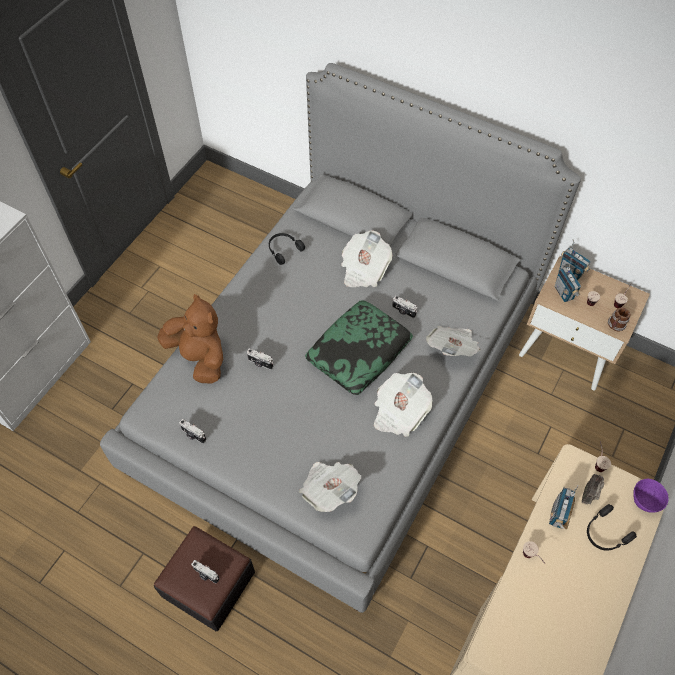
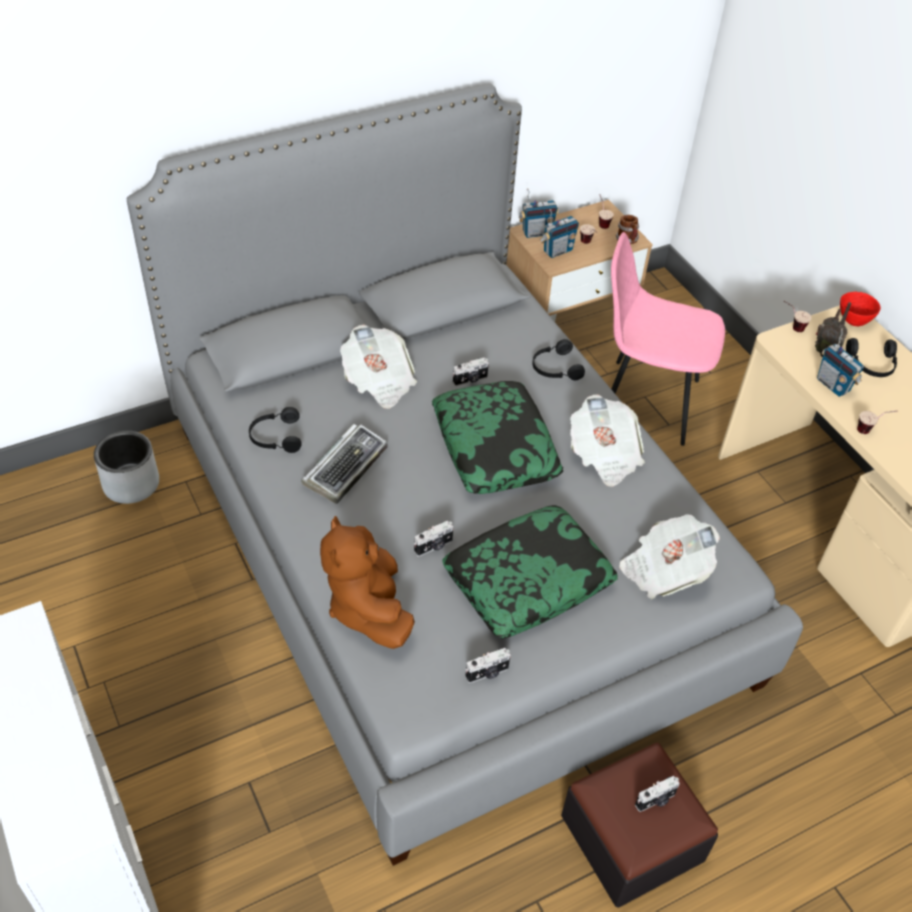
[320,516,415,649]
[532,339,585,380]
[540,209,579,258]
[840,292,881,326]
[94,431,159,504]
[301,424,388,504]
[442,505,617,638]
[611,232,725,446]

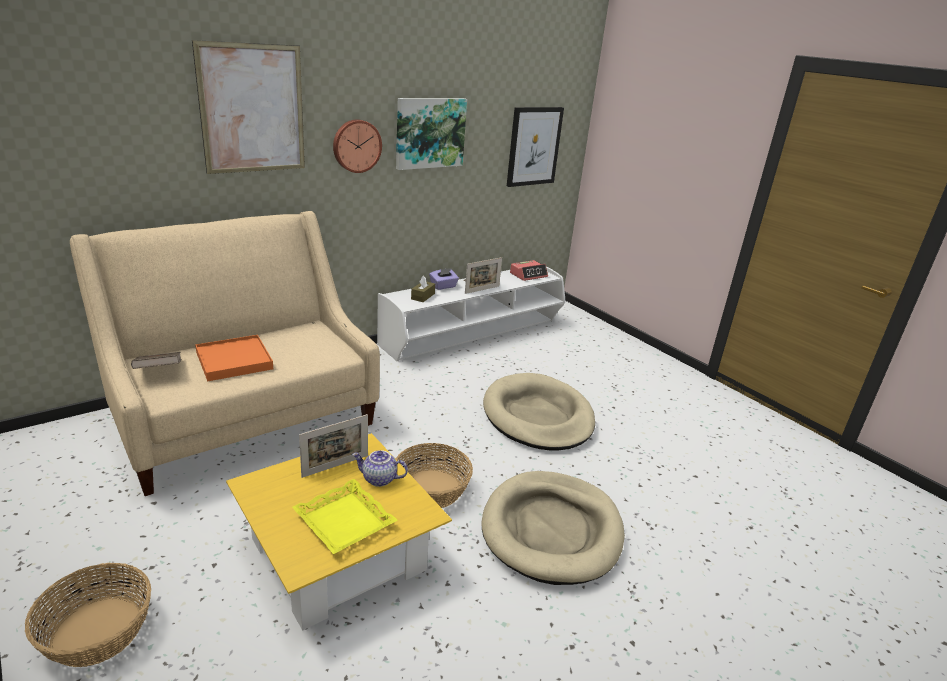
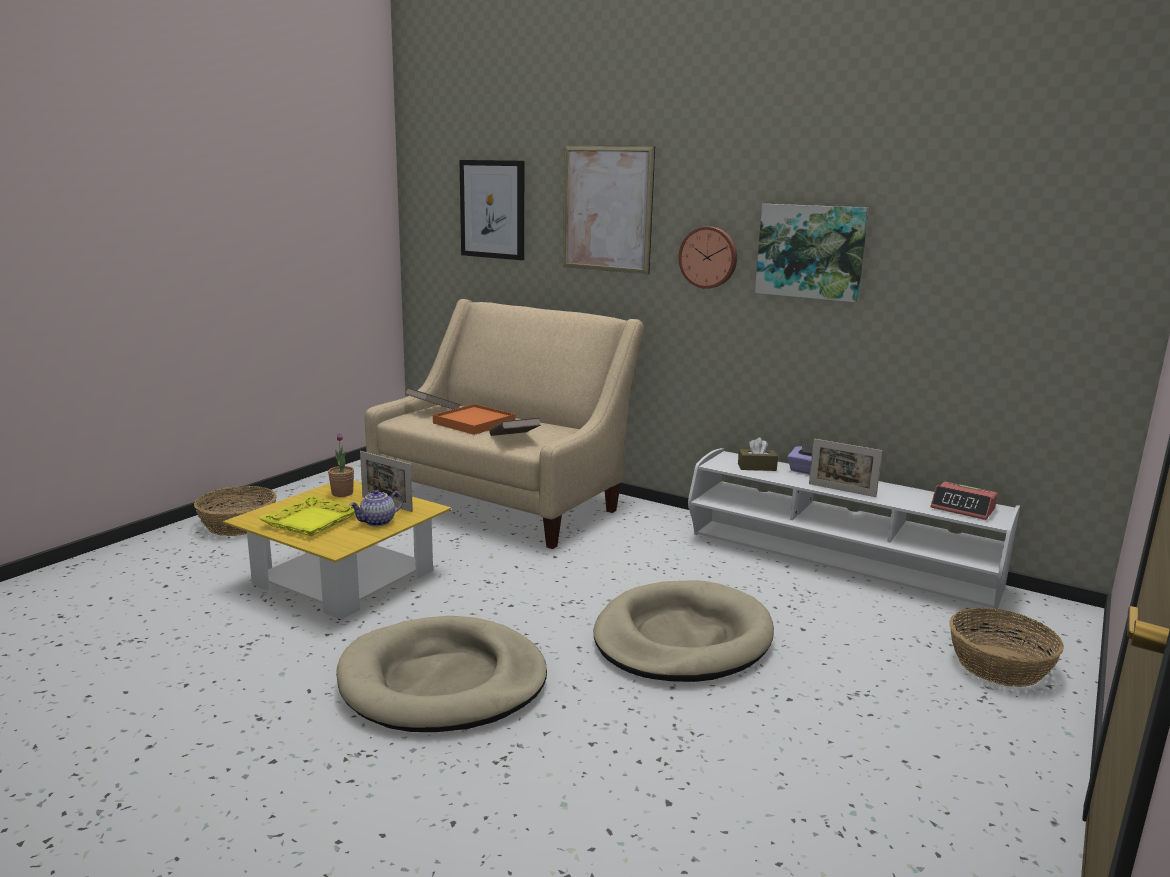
[350,490,403,526]
[949,608,1064,687]
[460,160,524,260]
[328,433,354,497]
[489,418,541,436]

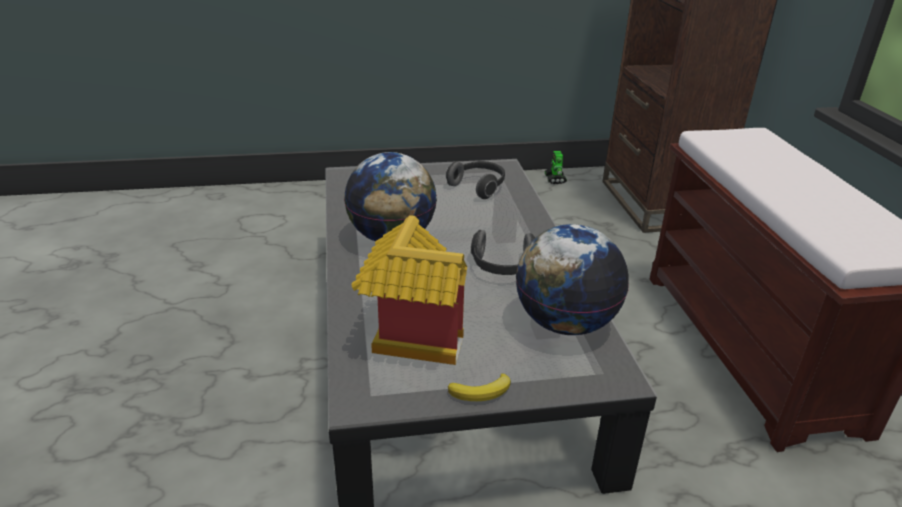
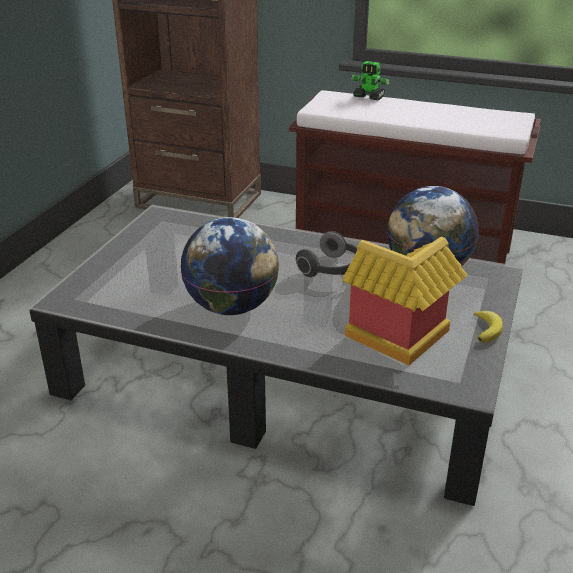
[446,161,505,199] (first image)
[350,61,391,100]

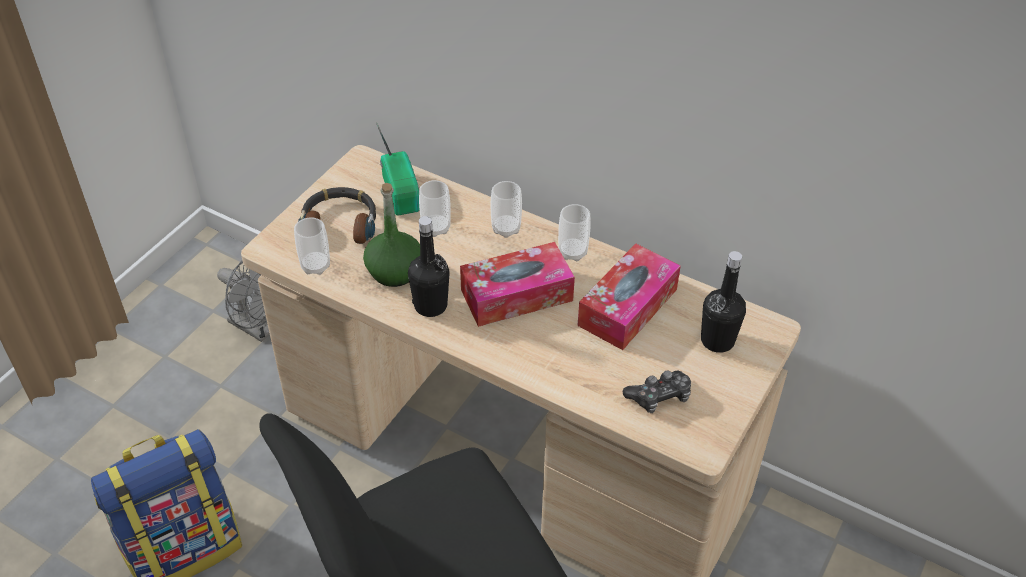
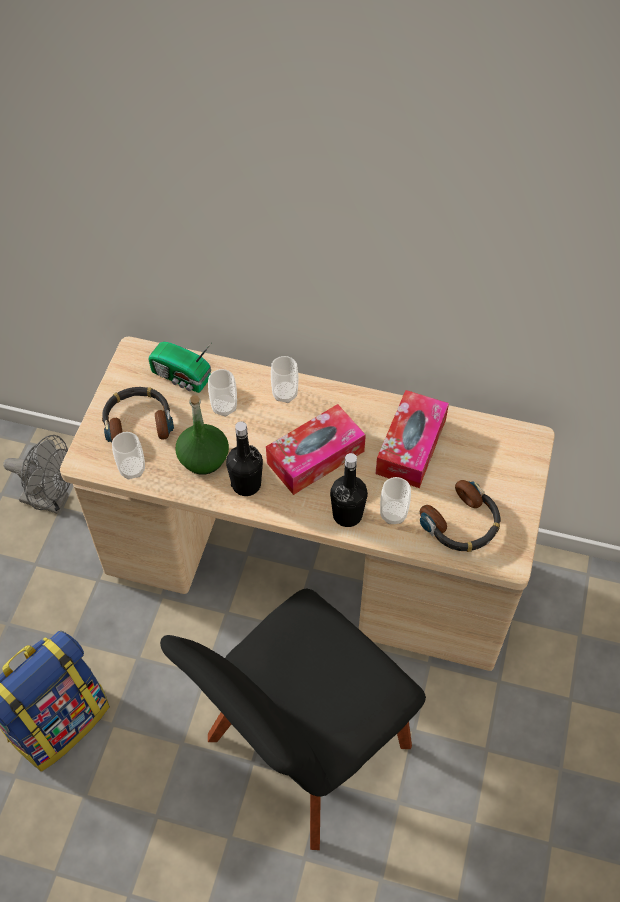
[148,342,212,393]
[380,477,411,524]
[420,480,501,552]
[330,453,368,527]

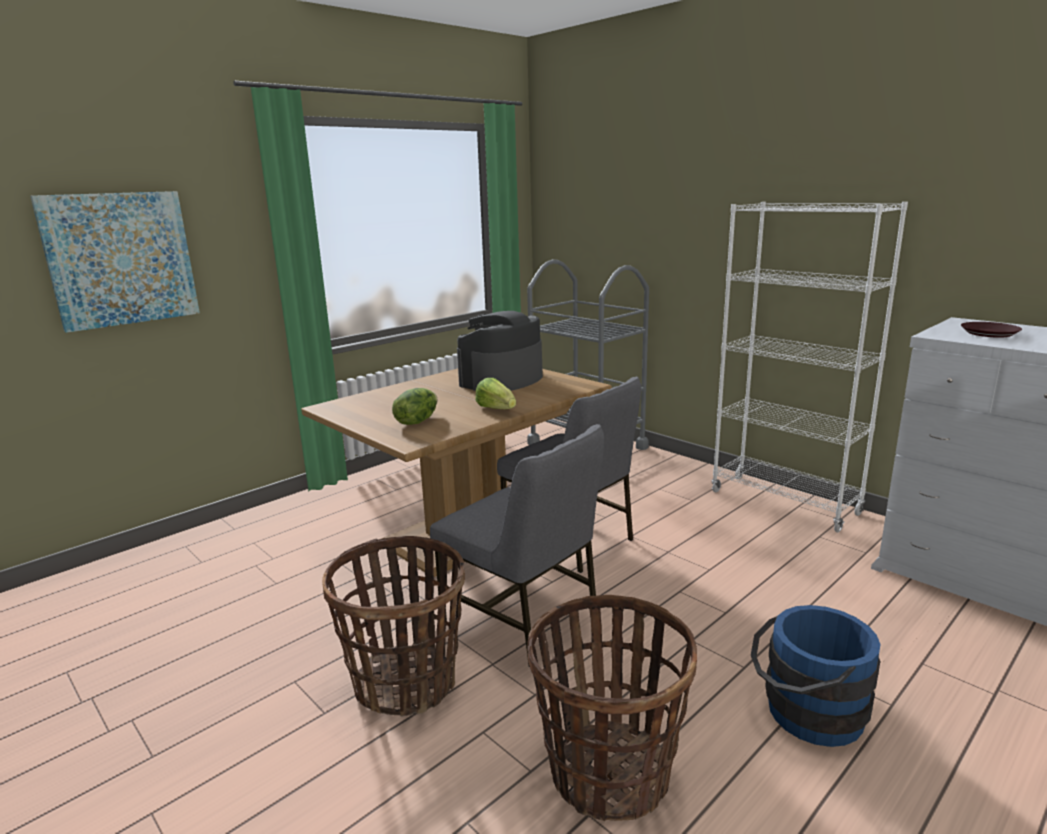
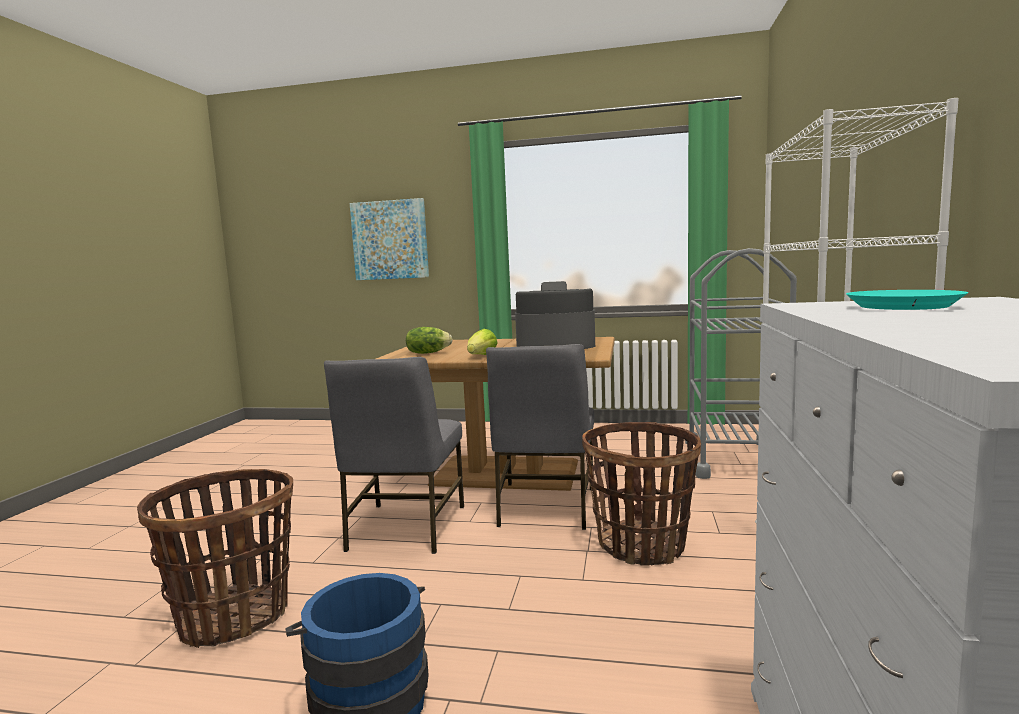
[582,422,701,566]
[846,290,968,310]

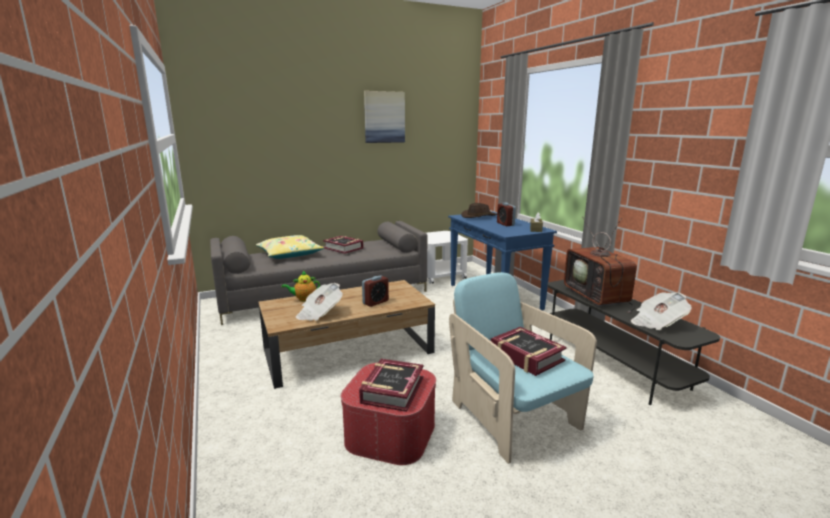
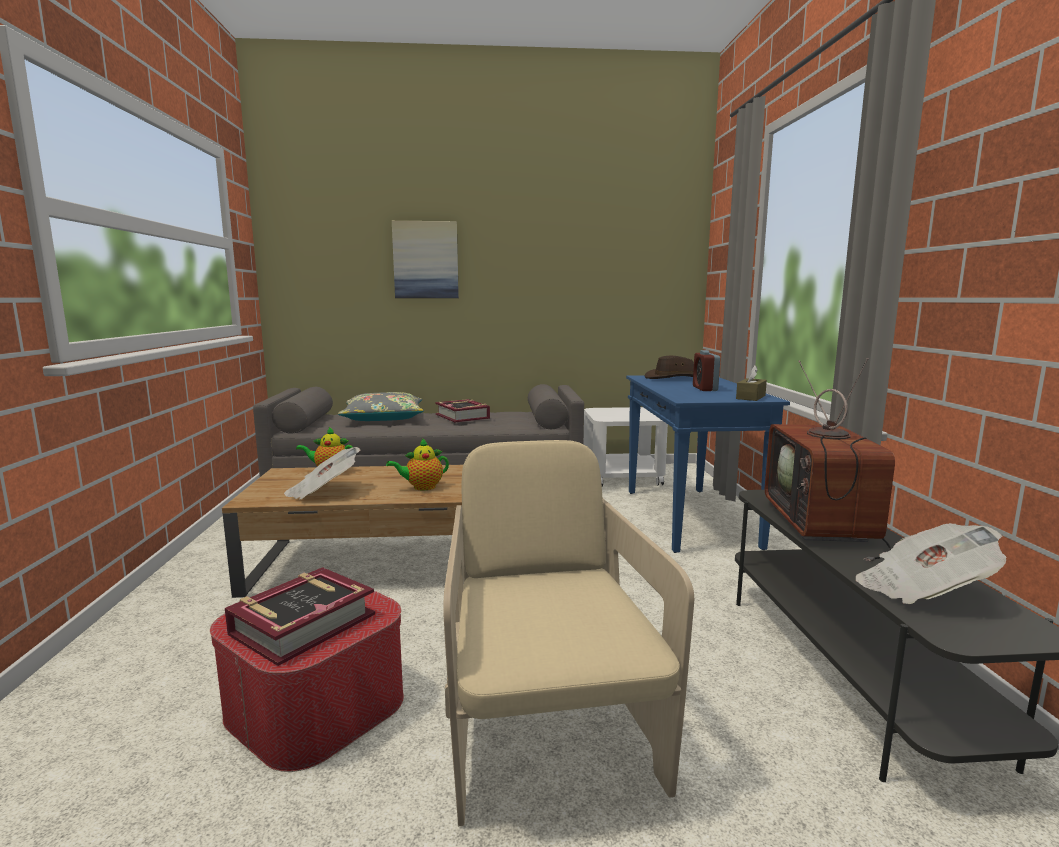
[338,392,424,421]
[386,438,449,491]
[392,221,459,298]
[443,440,694,826]
[491,327,567,376] (first image)

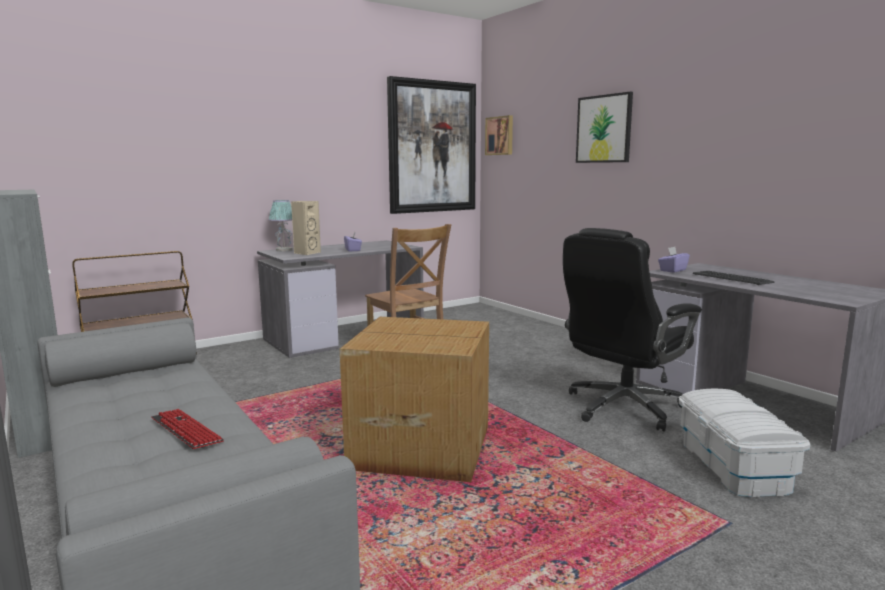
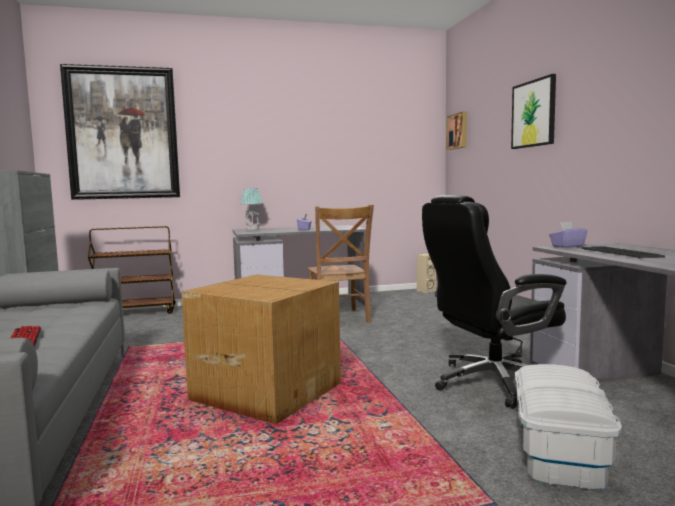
[417,253,436,293]
[60,64,180,200]

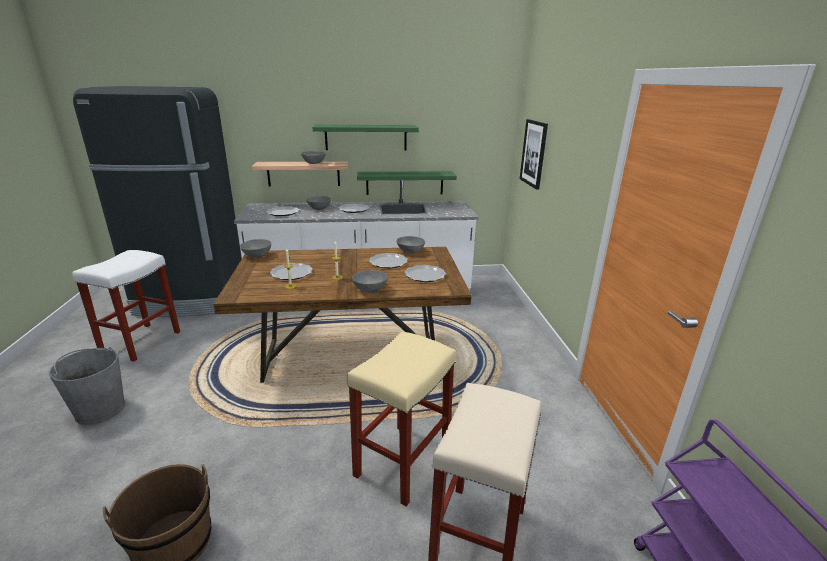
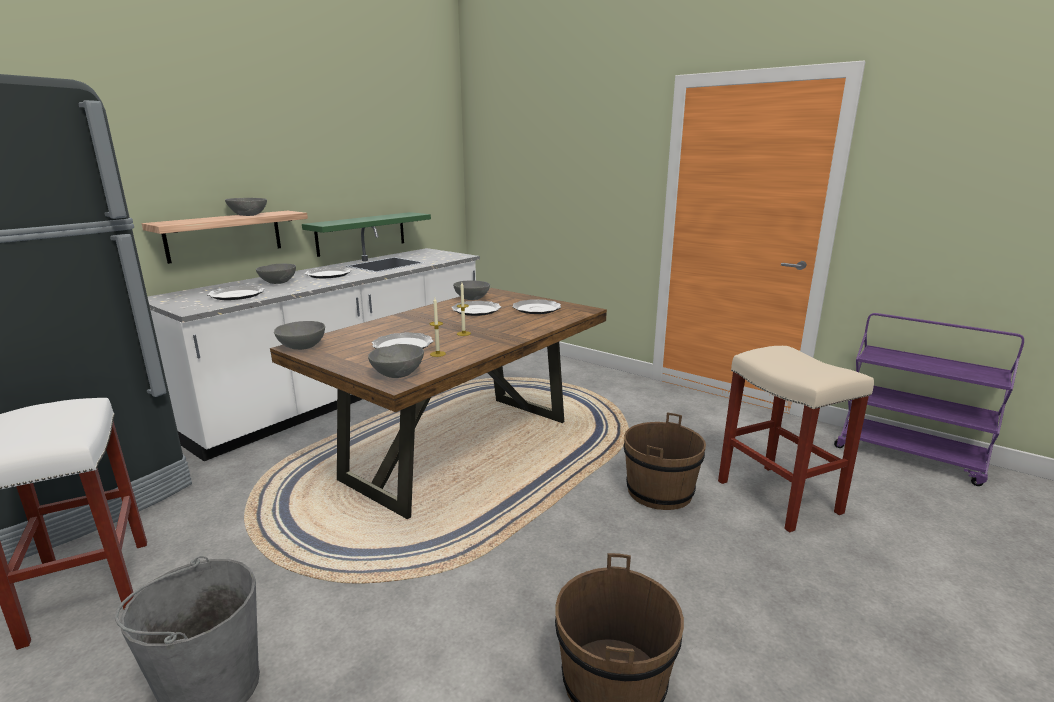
[313,124,419,150] (first image)
[624,413,706,510]
[368,344,424,378]
[520,119,548,190] (first image)

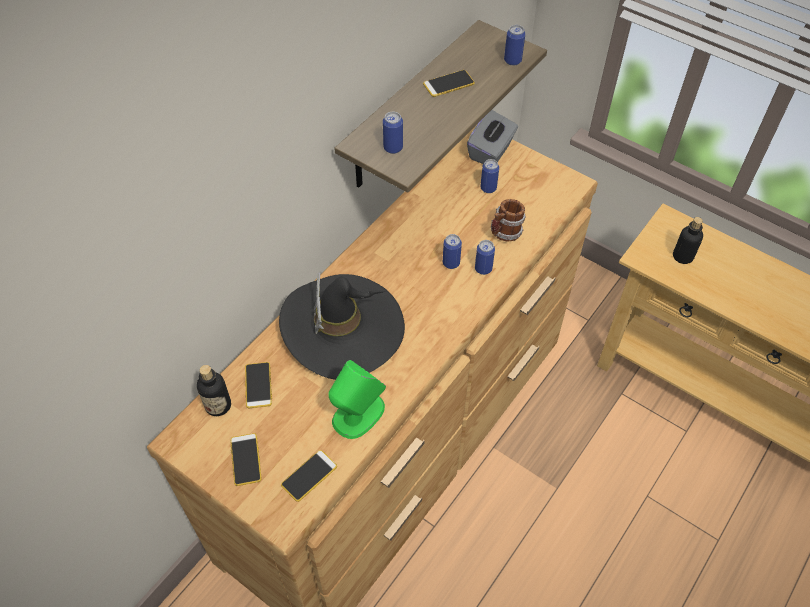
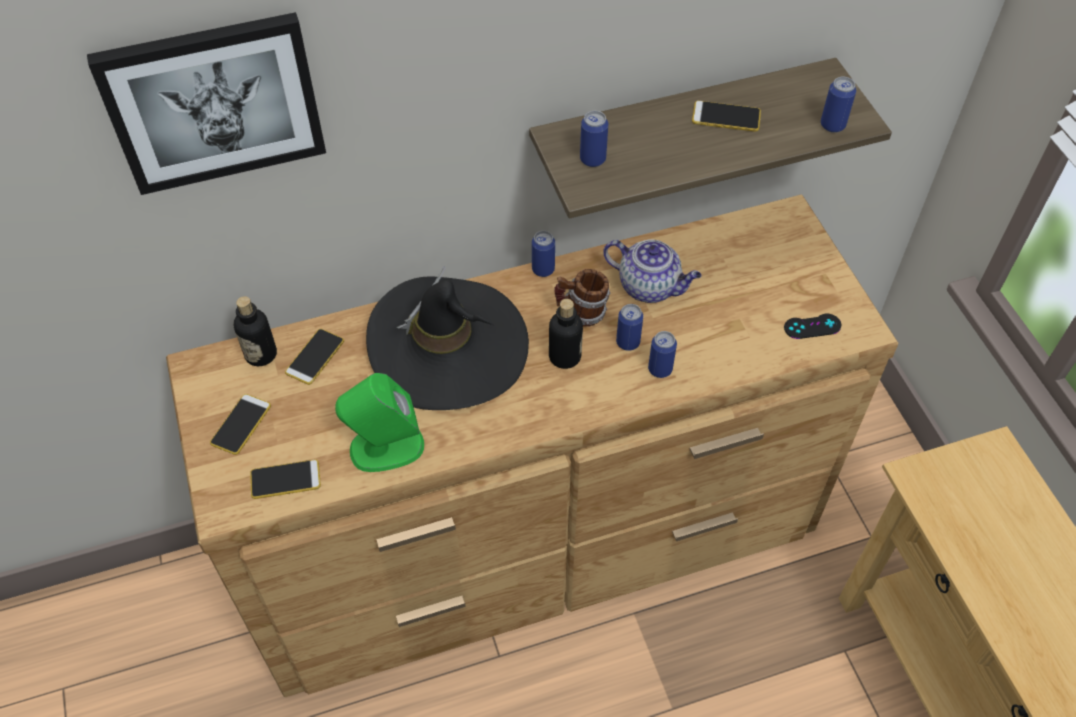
[467,110,518,164] (first image)
[532,231,555,277]
[554,269,610,326]
[549,299,583,369]
[87,12,326,195]
[603,239,701,303]
[784,314,841,339]

